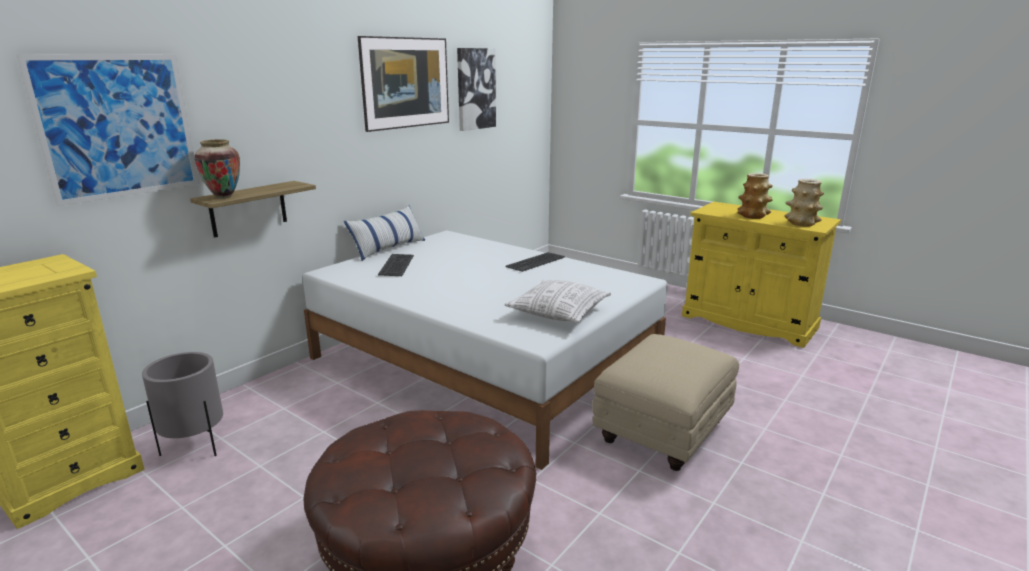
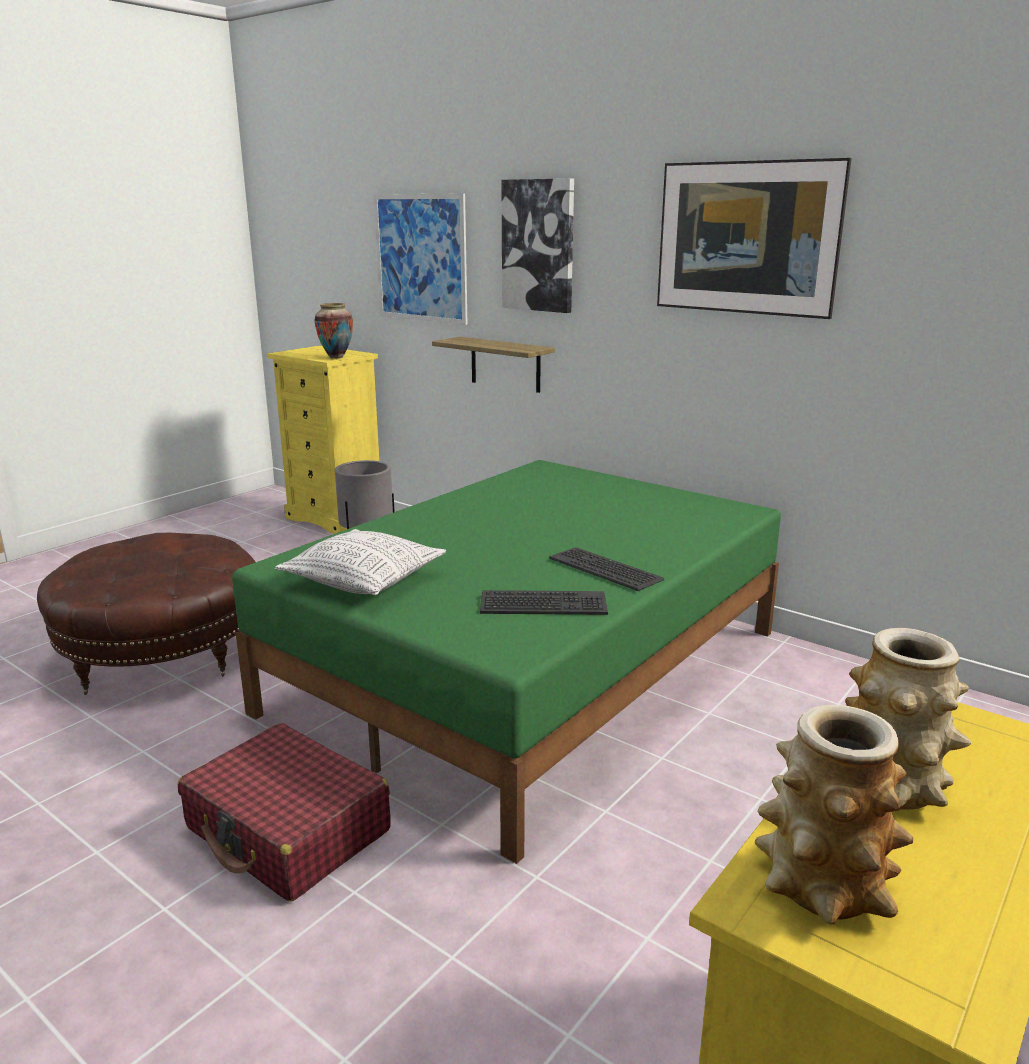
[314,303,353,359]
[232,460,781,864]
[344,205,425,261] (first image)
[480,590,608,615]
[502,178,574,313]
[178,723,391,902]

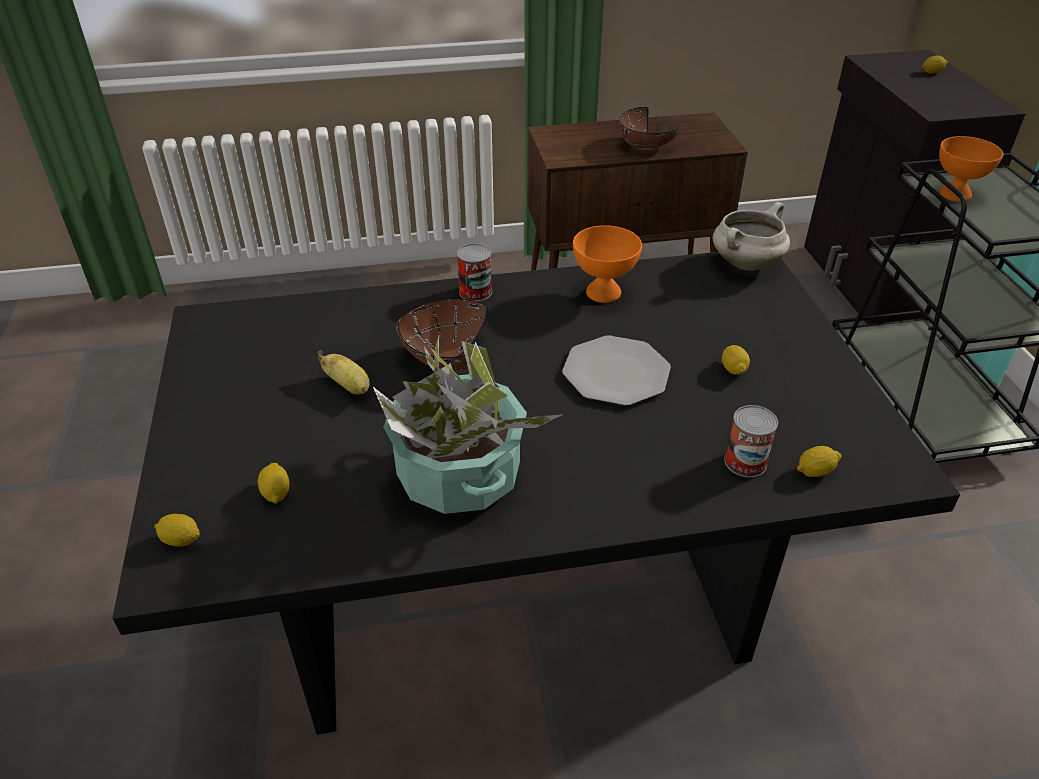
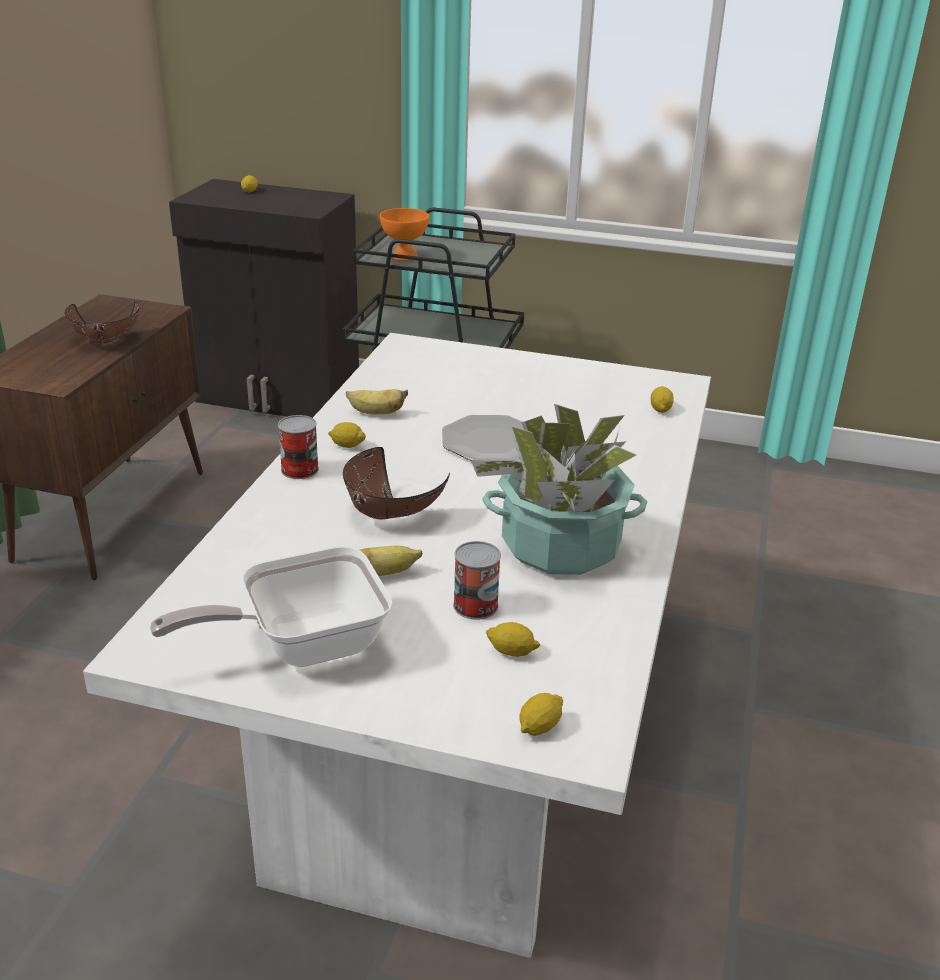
[83,333,711,958]
[346,389,408,415]
[713,202,790,270] (first image)
[328,422,366,448]
[453,541,501,619]
[150,546,393,667]

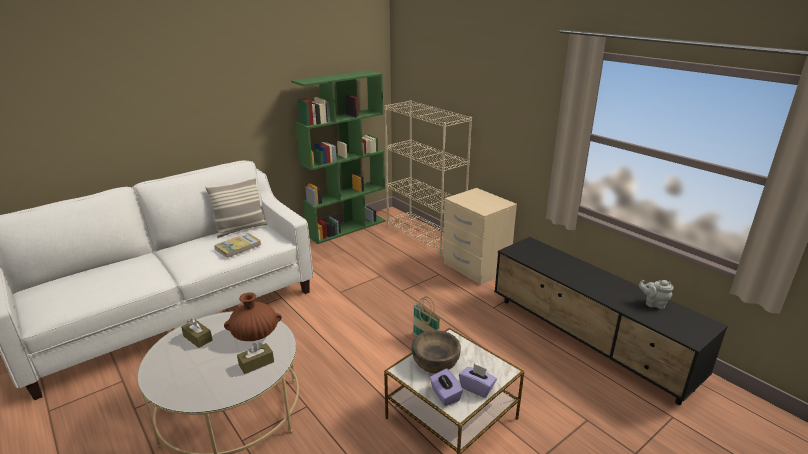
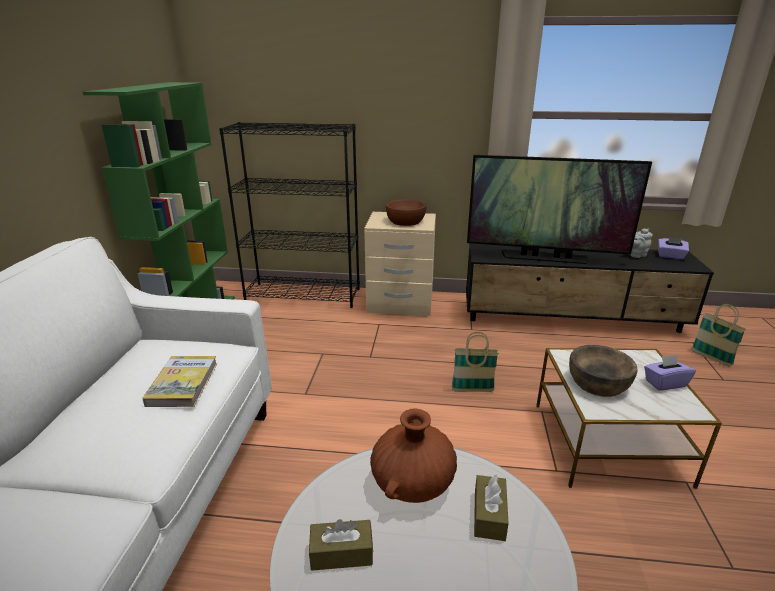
[205,177,267,238] (first image)
[219,122,360,308]
[658,237,689,259]
[386,199,426,226]
[467,155,652,264]
[691,304,746,366]

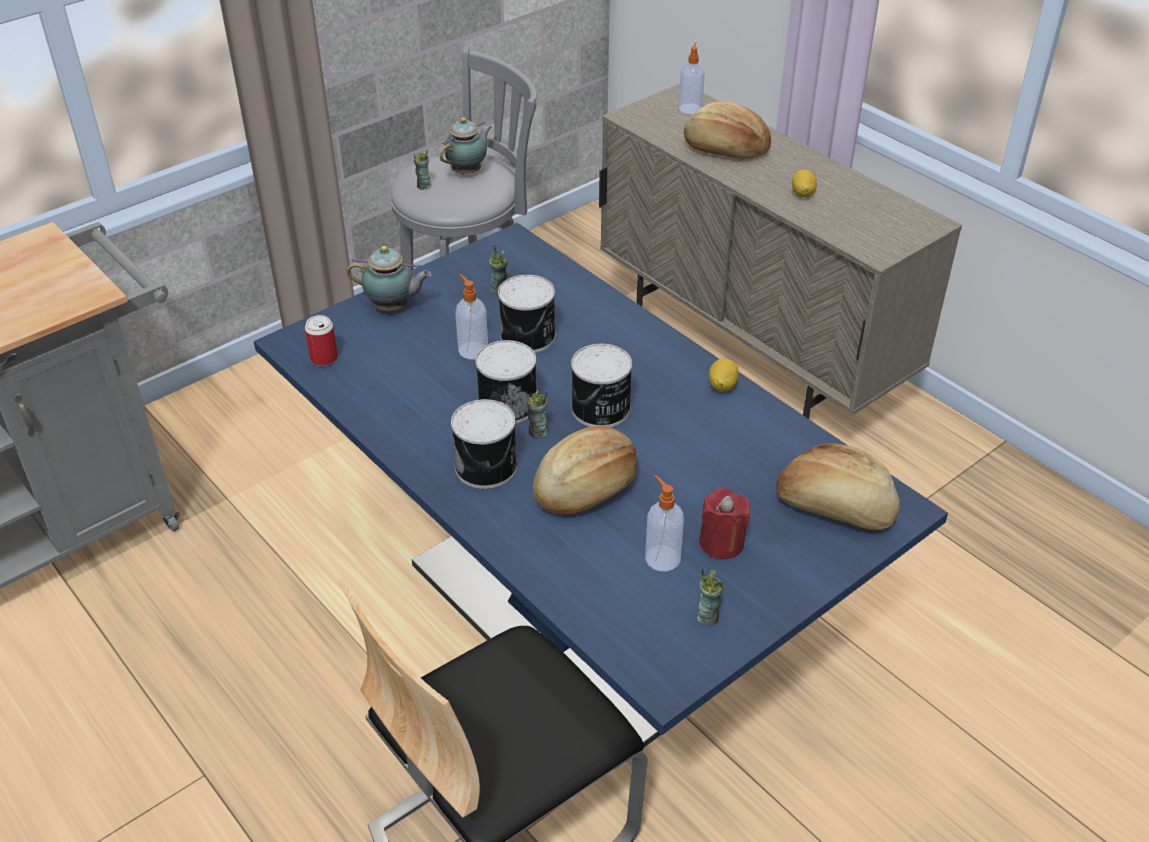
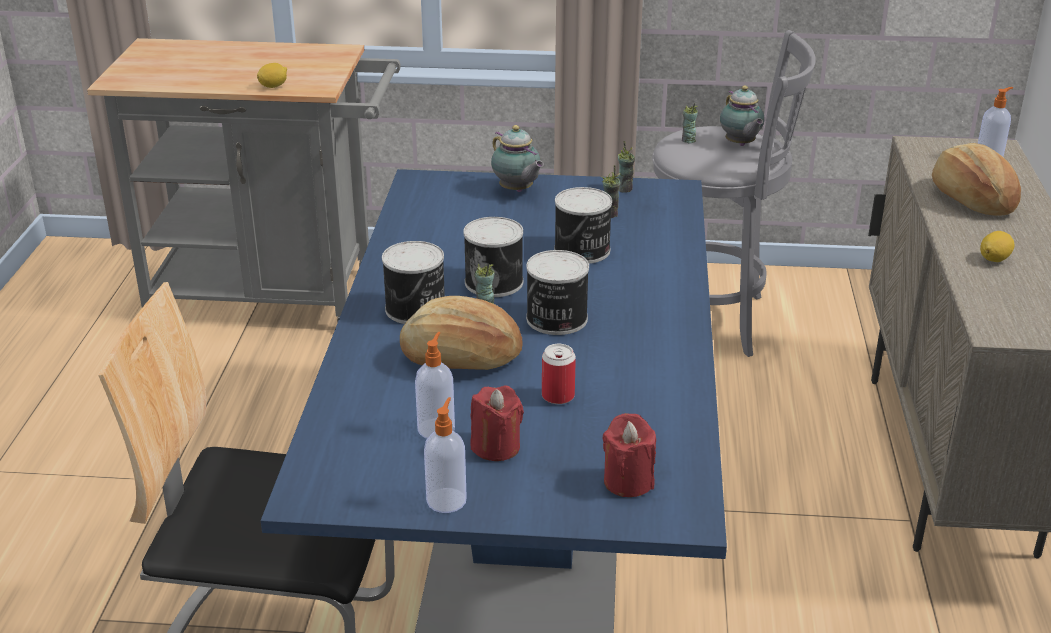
[542,344,576,404]
[720,85,764,146]
[424,397,467,513]
[618,141,635,193]
[257,63,287,88]
[603,413,656,497]

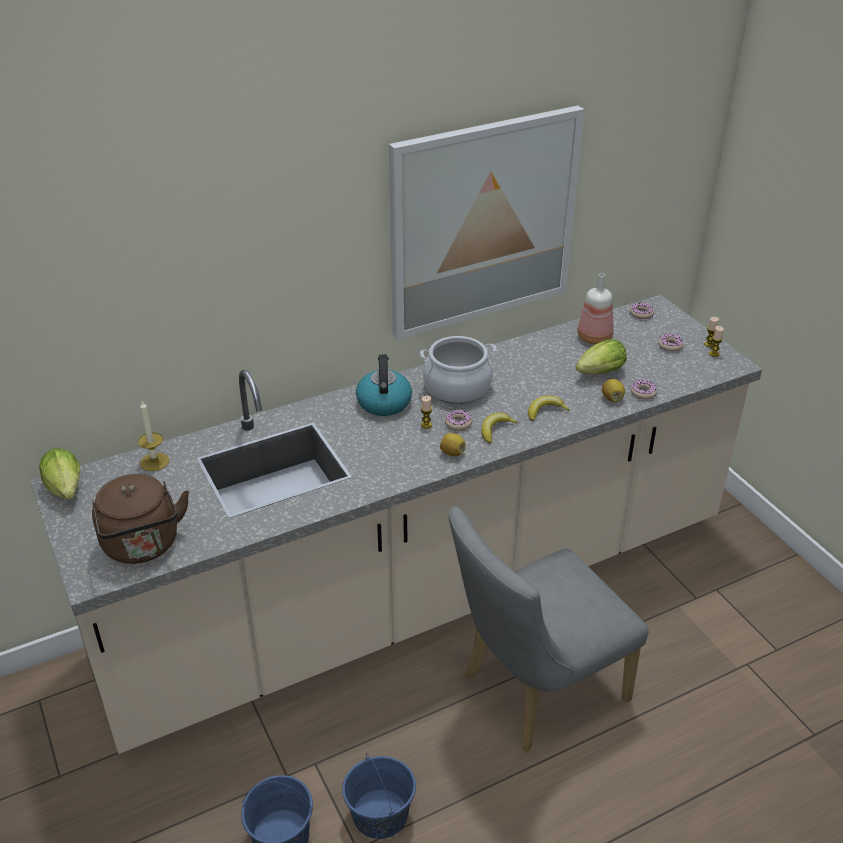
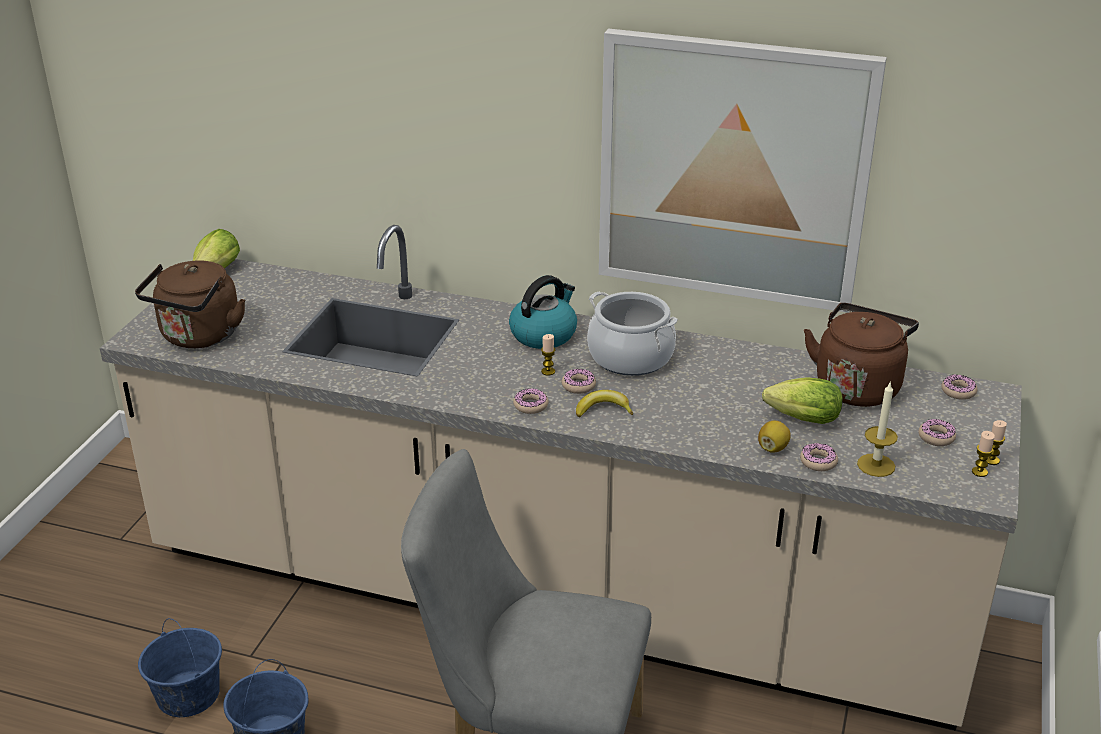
[857,383,898,477]
[513,388,549,414]
[528,395,570,421] (first image)
[804,303,919,407]

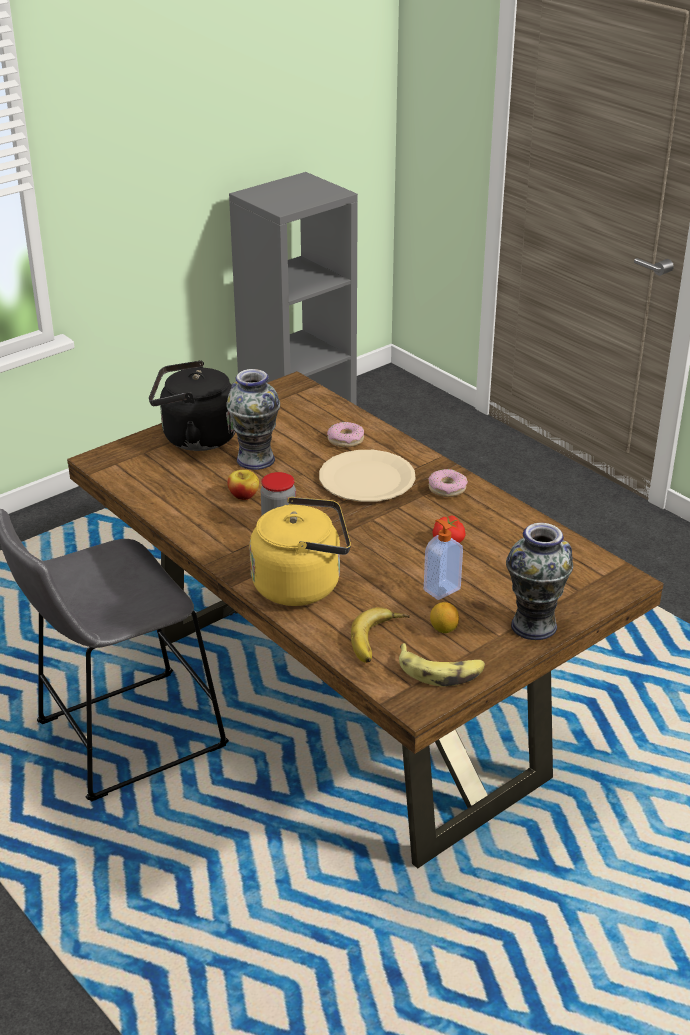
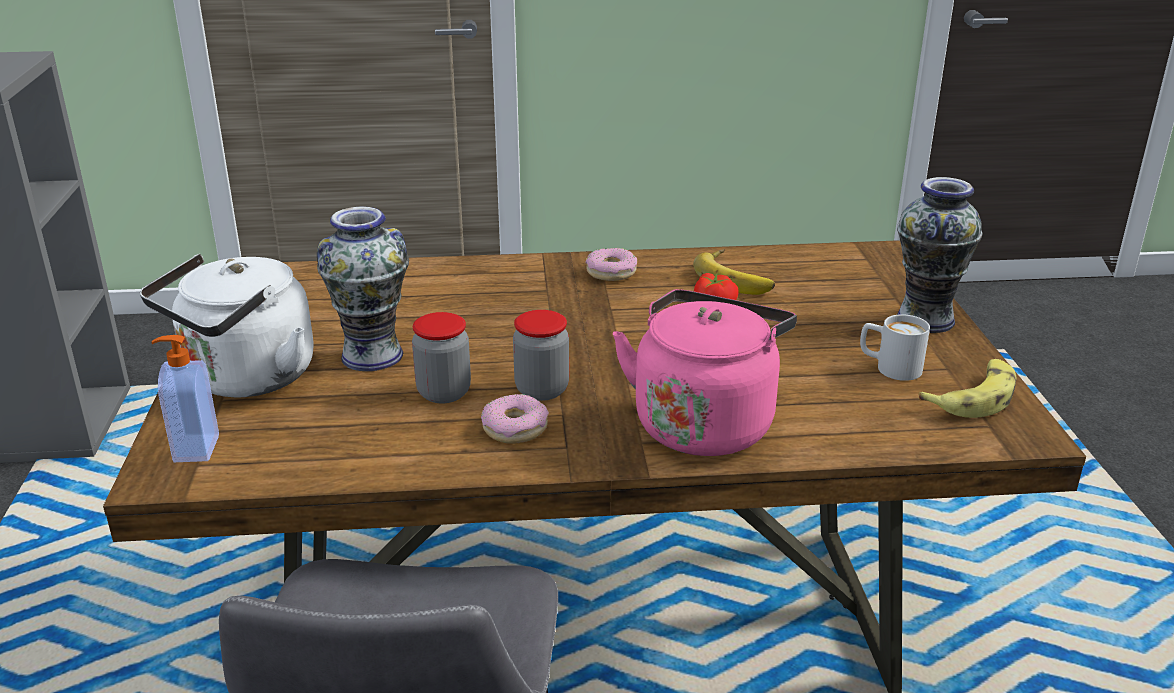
[140,254,314,398]
[412,312,471,403]
[613,289,797,456]
[319,450,416,502] (first image)
[481,394,549,444]
[693,249,775,295]
[151,335,219,462]
[860,314,930,381]

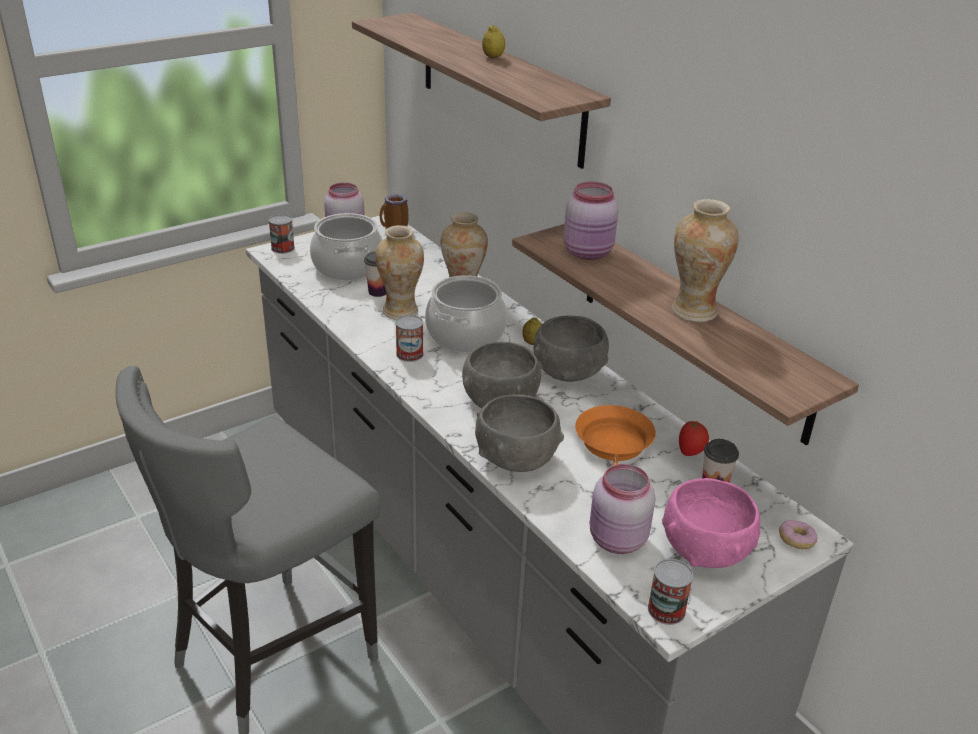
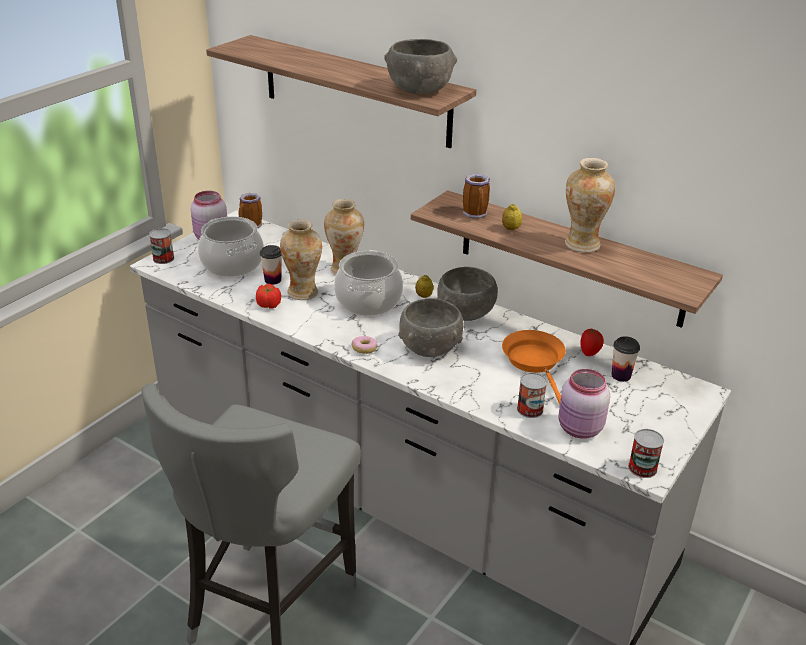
[517,373,547,418]
[384,39,457,94]
[502,204,522,230]
[463,173,490,219]
[662,478,760,568] (first image)
[352,336,378,354]
[256,284,281,309]

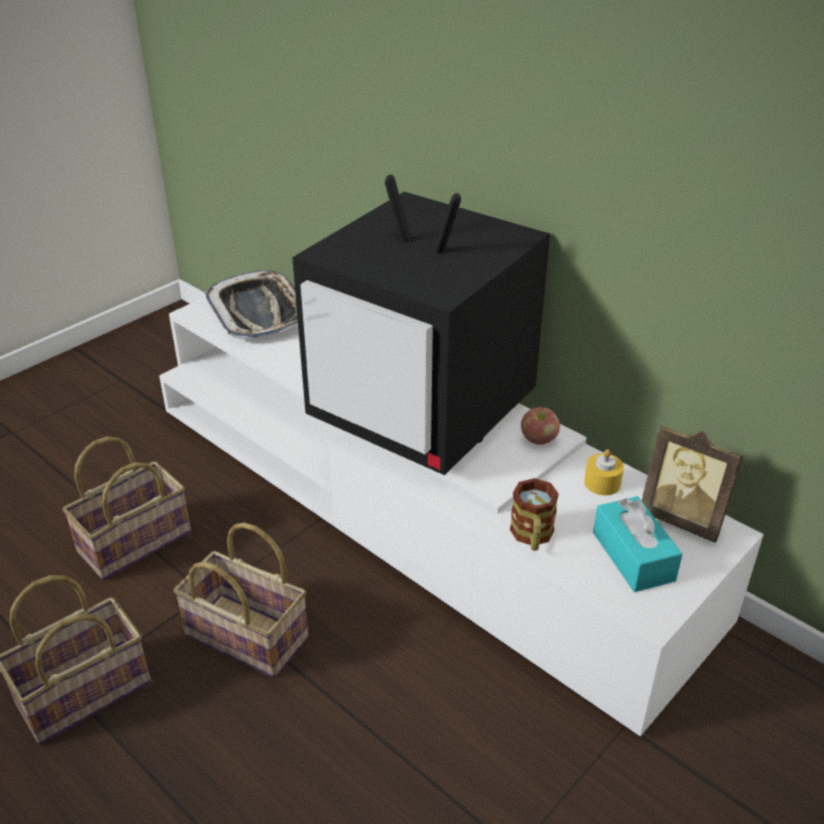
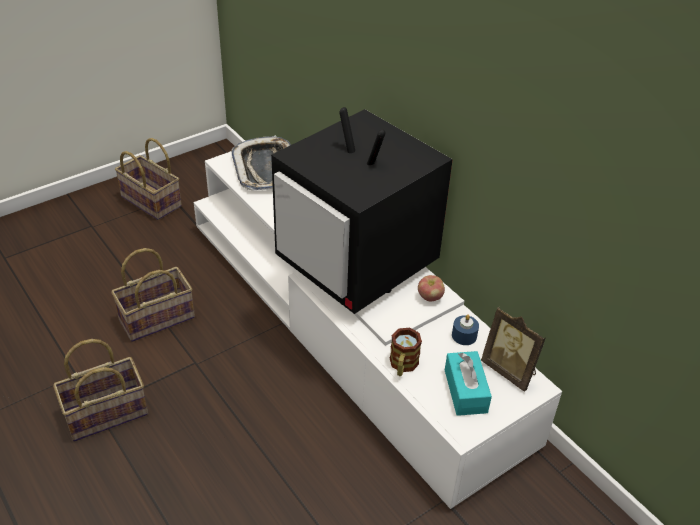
[115,138,182,220]
[452,314,479,345]

